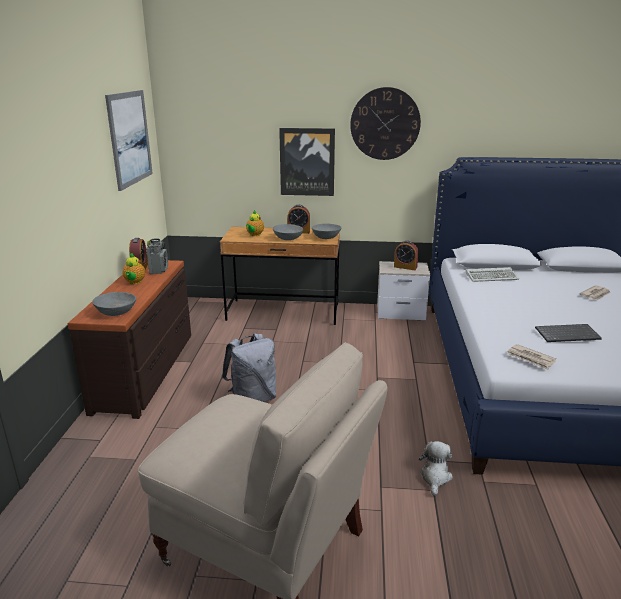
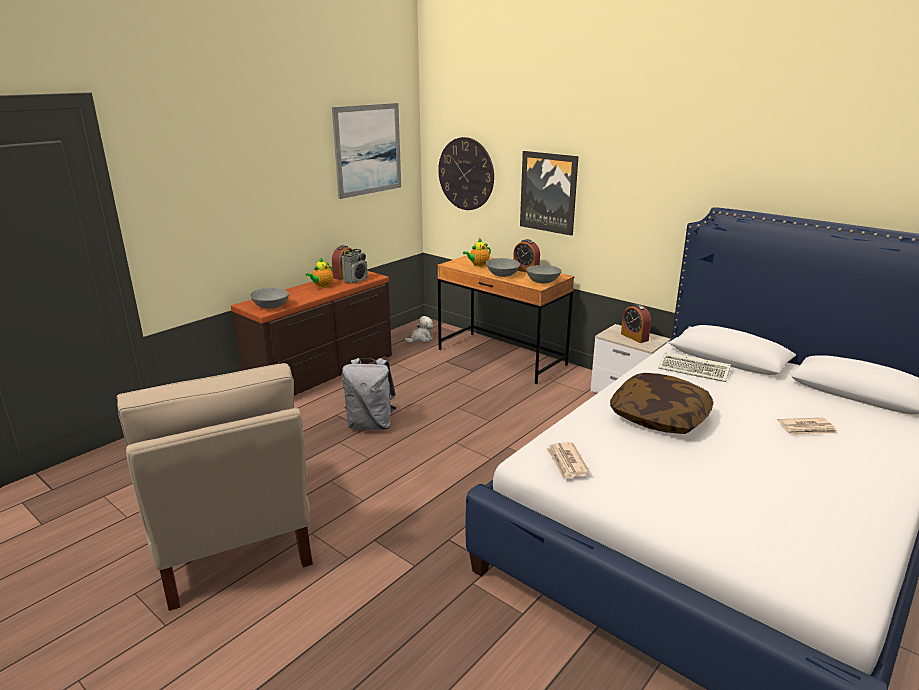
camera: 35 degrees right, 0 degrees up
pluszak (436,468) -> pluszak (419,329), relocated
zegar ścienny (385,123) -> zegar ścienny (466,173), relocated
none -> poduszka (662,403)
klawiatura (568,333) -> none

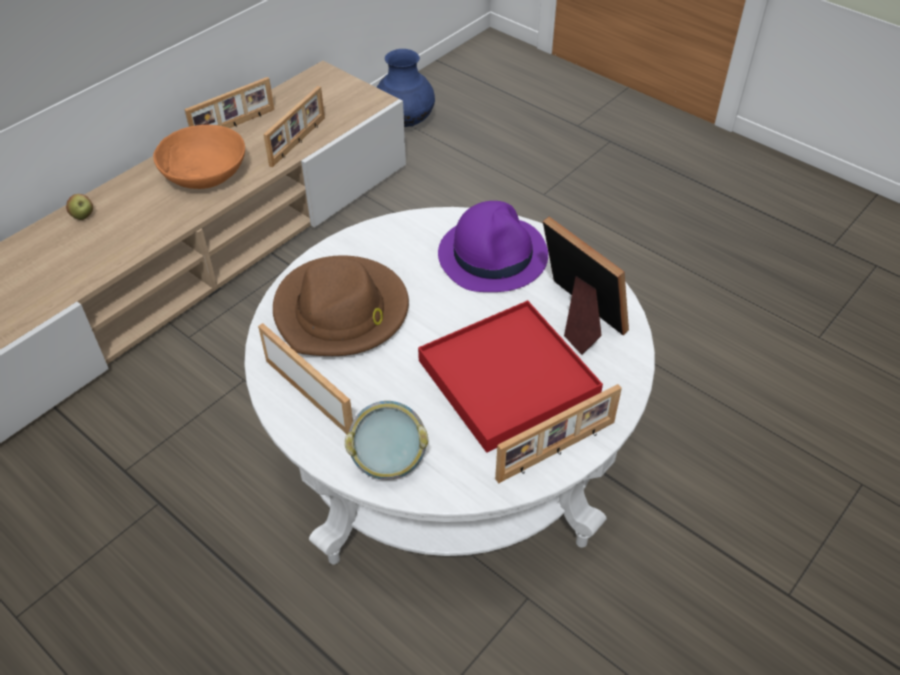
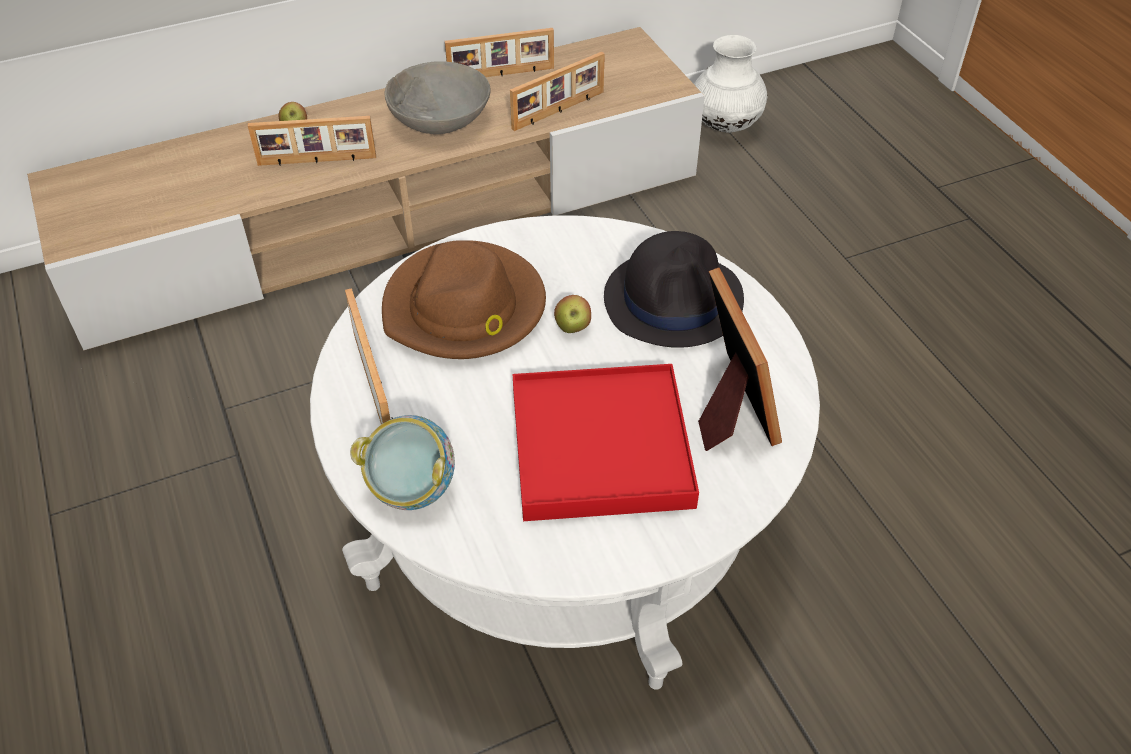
camera: 25 degrees right, 0 degrees up
ramka na zdjęcie (558,433) -> ramka na zdjęcie (312,141), relocated
miska [pomarańczowy] (199,157) -> miska [szary] (438,97)
none -> jabłko (572,314)
kapelusz [fioletowy] (493,246) -> kapelusz [czarny] (674,289)
wazon [niebieski] (406,88) -> wazon [biały] (730,84)

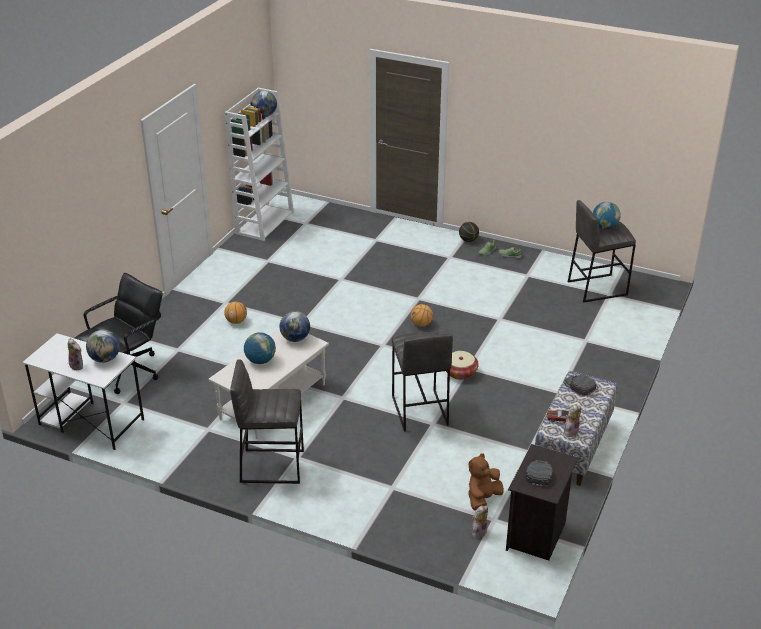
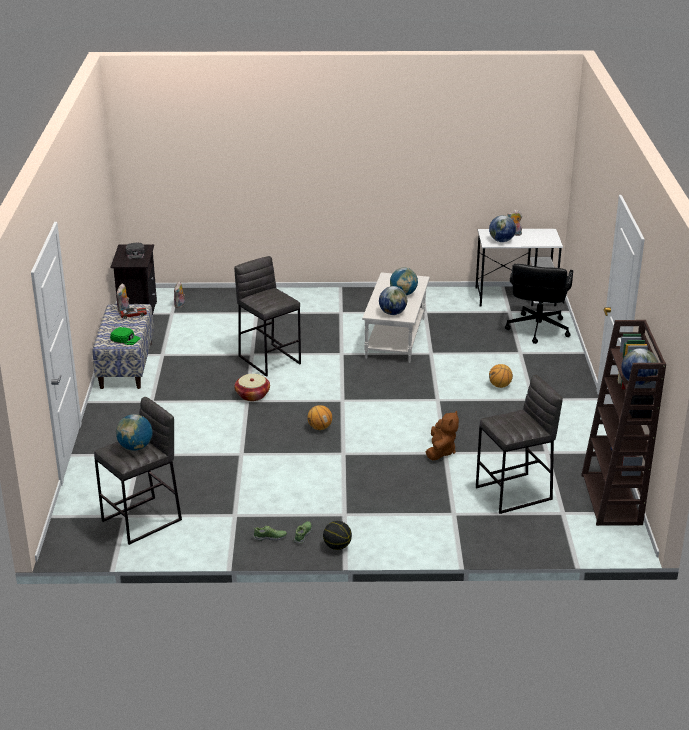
camera: 155 degrees right, 5 degrees down
czapka z daszkiem [czarny] (580,385) -> czapka z daszkiem [zielony] (125,336)
pluszak [brązowy] (486,482) -> pluszak [brązowy] (442,435), relocated
stołek [szary] (267,421) -> stołek [szary] (519,444), relocated
regał [biały] (259,164) -> regał [brązowy] (623,423)

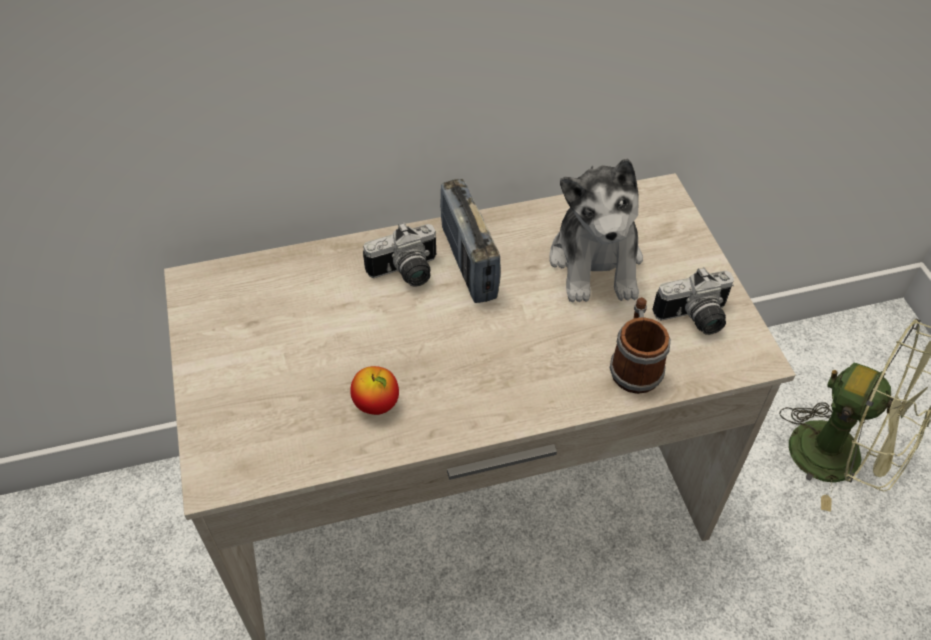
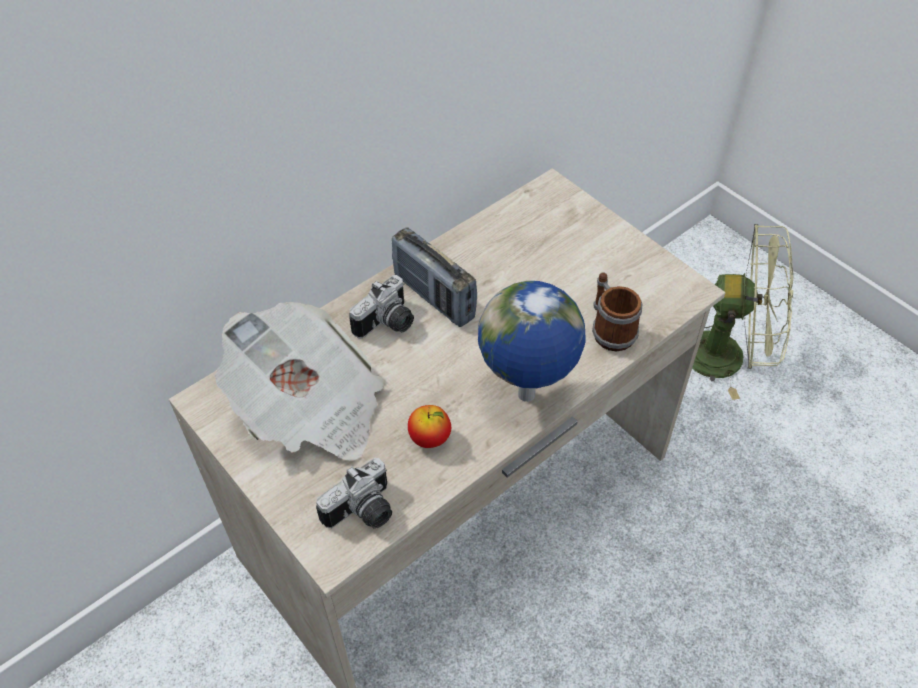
camera: 25 degrees left, 0 degrees up
none -> gazeta (299,381)
aparat fotograficzny (693,301) -> aparat fotograficzny (354,493), relocated
none -> globus (532,341)
pluszak (596,230) -> none

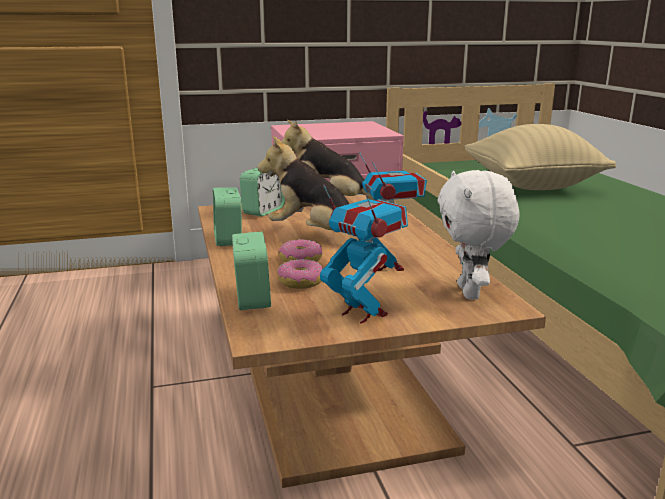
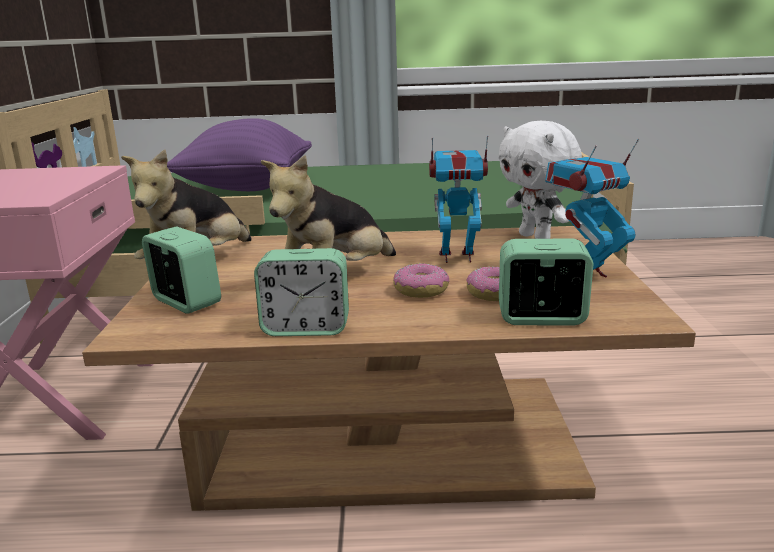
camera: 75 degrees left, 0 degrees up
poduszka [beżowy] (540,157) -> poduszka [fioletowy] (239,154)
pluszak [biały] (478,234) -> pluszak [biały] (540,180), 45 degrees clockwise

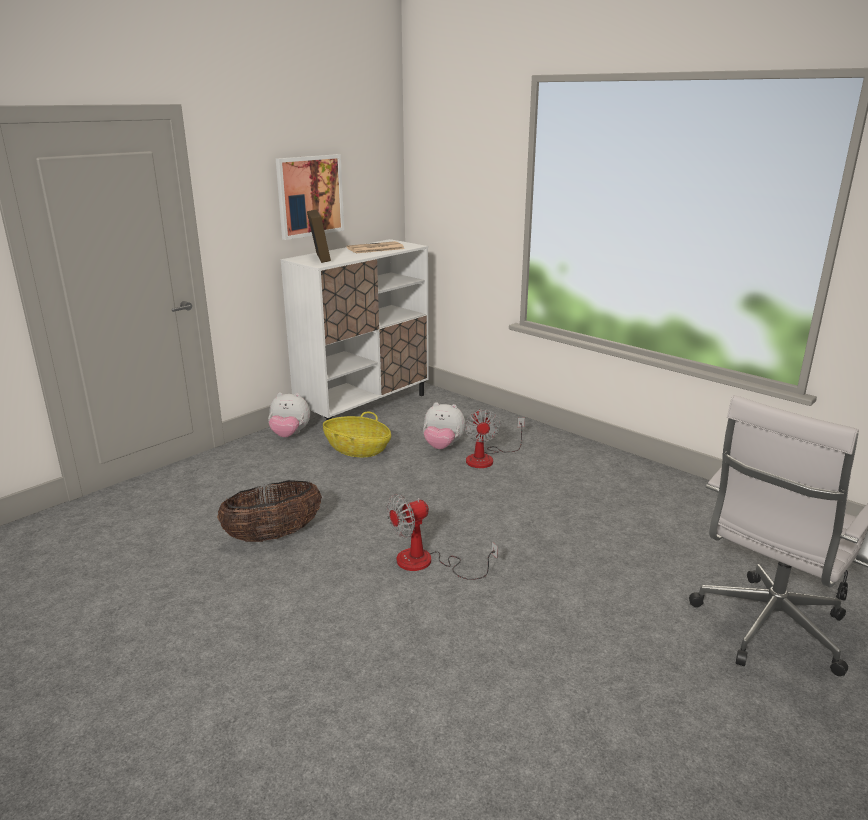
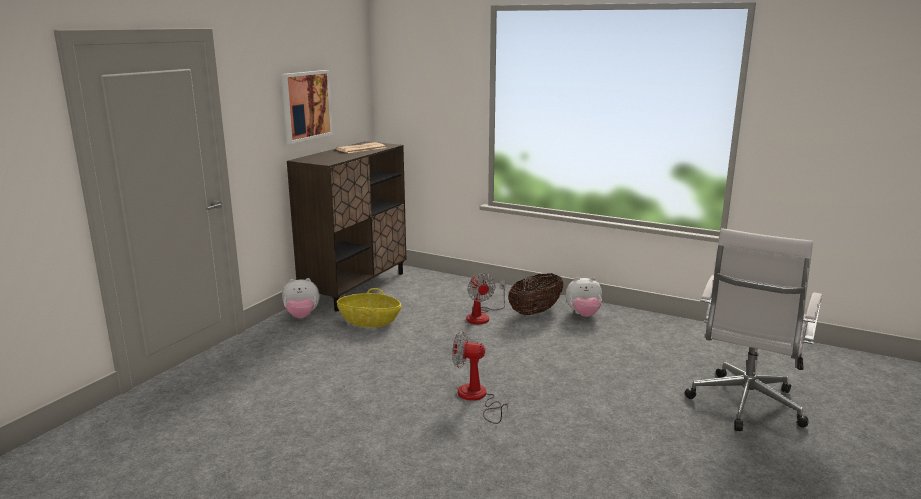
camera: 15 degrees left, 5 degrees down
szafka [biały] (355,329) -> szafka [brązowy] (346,226)
wentylator (442,537) -> wentylator (480,377), 60 degrees clockwise
koszyk (269,511) -> koszyk (536,294), relocated
pluszak (444,425) -> pluszak (584,297), relocated
ramka na zdjęcie (319,236) -> none

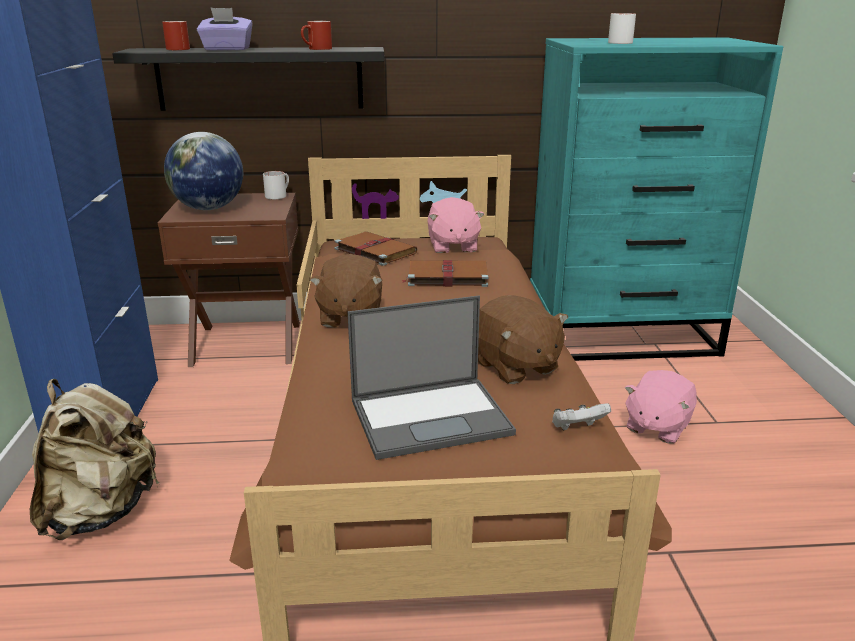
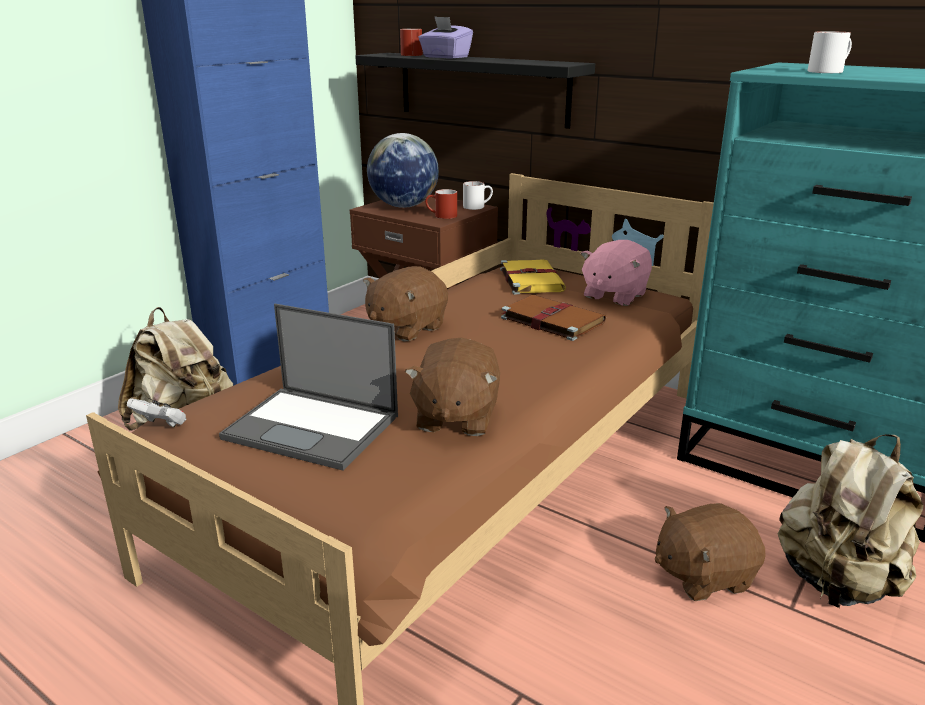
camera: 40 degrees right, 0 degrees up
pad do gier [biały] (581,416) -> pad do gier [biały] (156,412), relocated
kubek [czerwony] (316,35) -> kubek [czerwony] (441,204), relocated
książka [brązowy] (376,249) -> książka [żółty] (533,277)
pluszak [różowy] (660,407) -> pluszak [brązowy] (710,552)
none -> plecak [beżowy] (850,521)

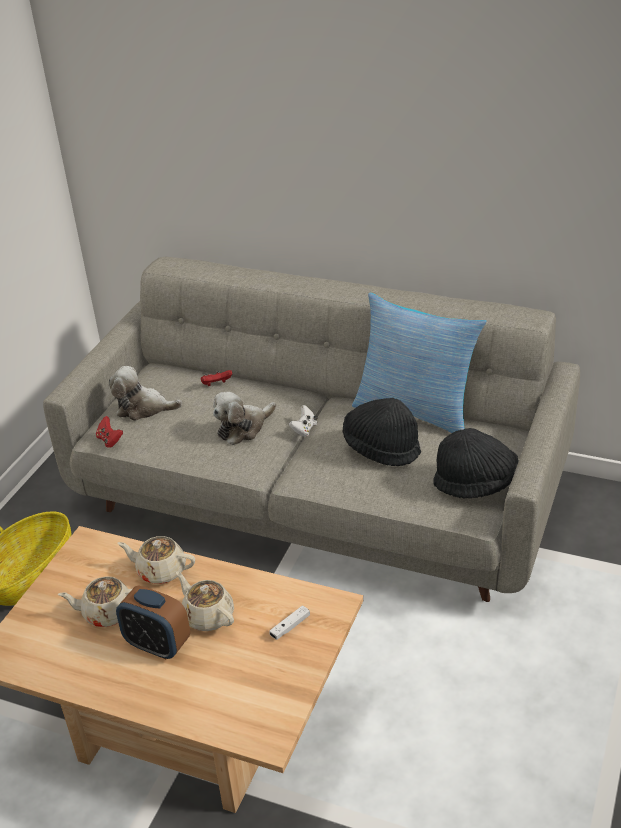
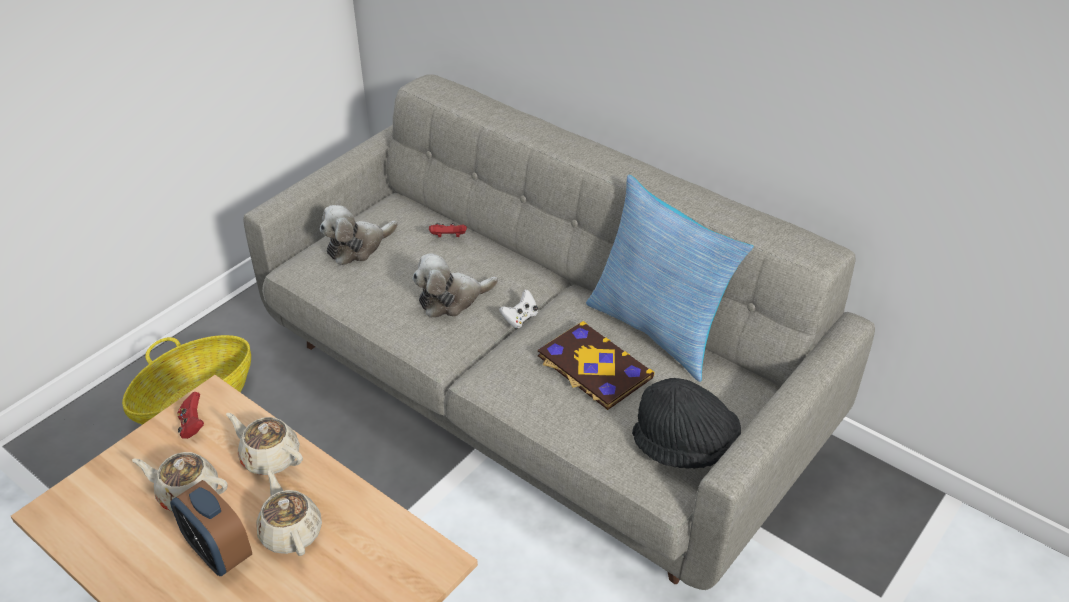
camera: 15 degrees right, 5 degrees up
pad do gier [czerwony] (109,432) -> pad do gier [czerwony] (190,415), relocated
pluszak (145,393) -> pluszak (359,235), 60 degrees counterclockwise
kapelusz [czarny] (382,432) -> książka (596,365)
pad do gier [biały] (289,622) -> none

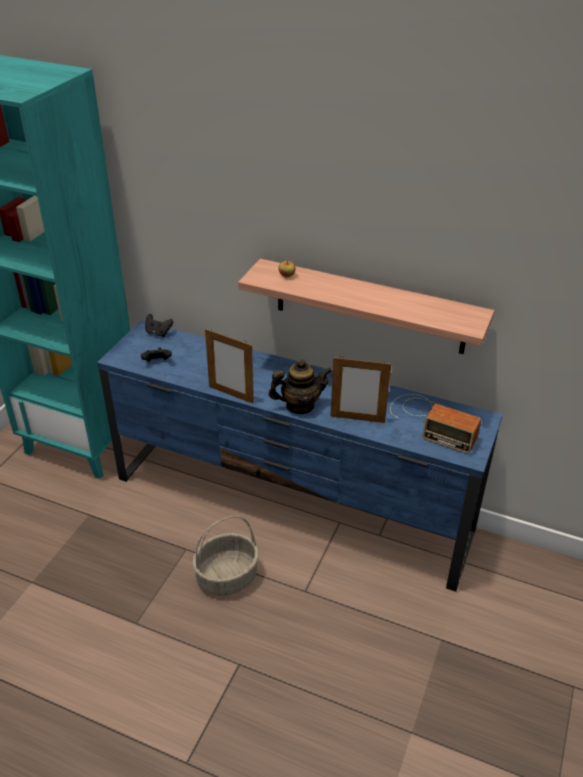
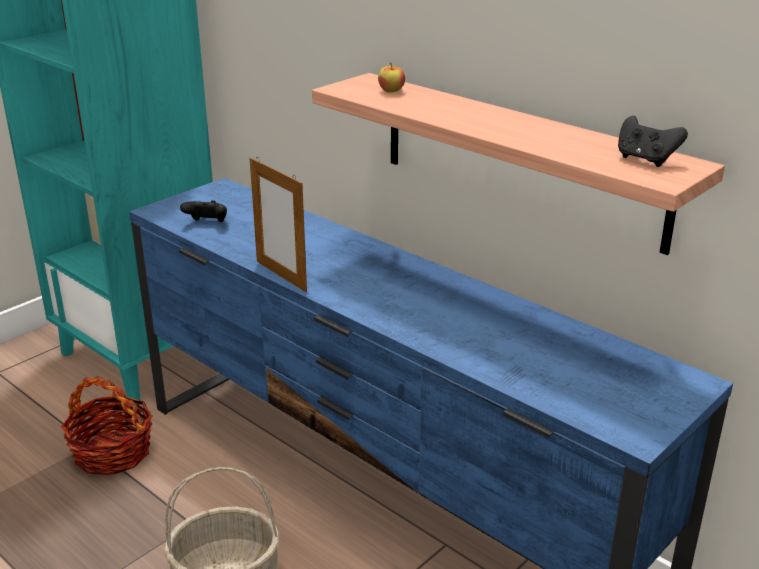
camera: 20 degrees right, 10 degrees down
none -> koszyk (107,426)
pad do gier [czarny] (159,325) -> pad do gier [czarny] (653,141), relocated
imbryk (300,386) -> none
ramka na zdjęcie (360,390) -> none
radio (435,424) -> none

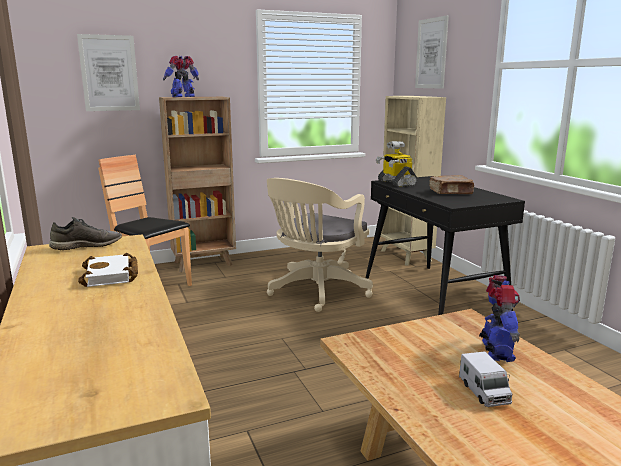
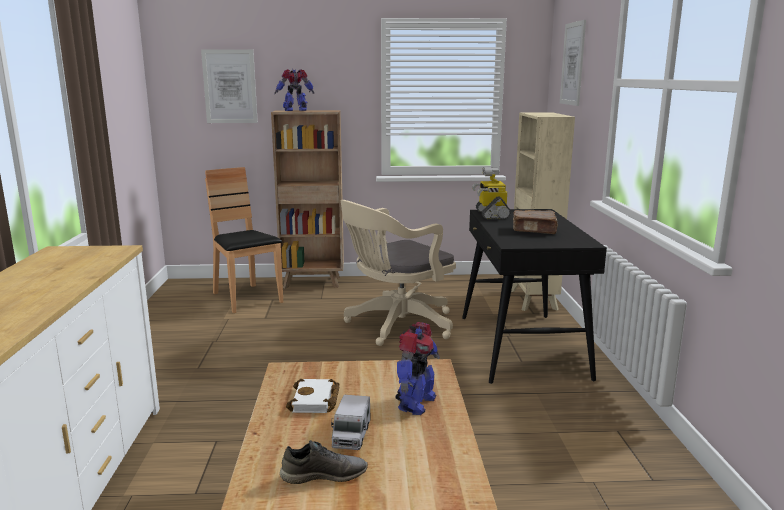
camera: 20 degrees right, 0 degrees up
but [szary] (85,233) -> but [szary] (324,462), relocated
książka [biały] (108,270) -> książka [biały] (312,396), relocated

